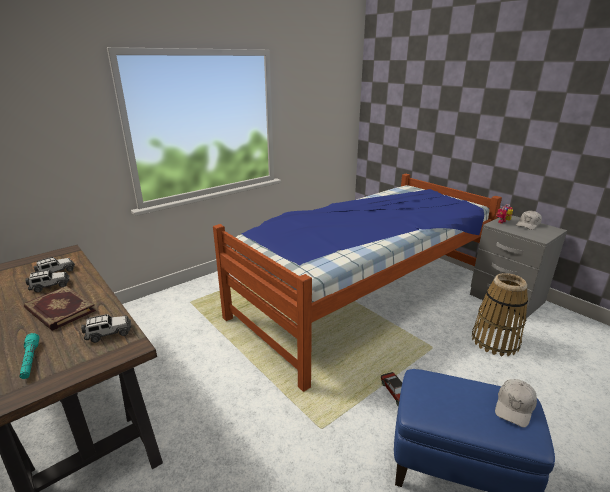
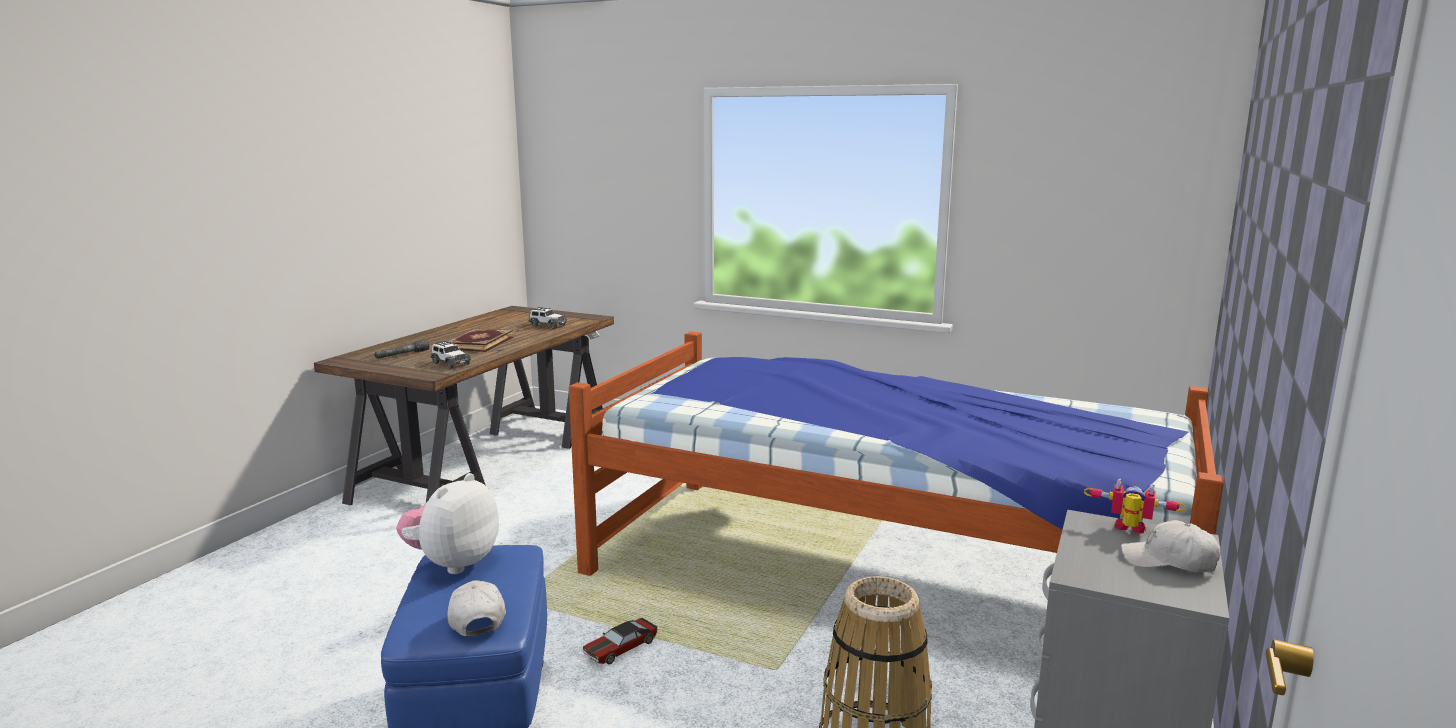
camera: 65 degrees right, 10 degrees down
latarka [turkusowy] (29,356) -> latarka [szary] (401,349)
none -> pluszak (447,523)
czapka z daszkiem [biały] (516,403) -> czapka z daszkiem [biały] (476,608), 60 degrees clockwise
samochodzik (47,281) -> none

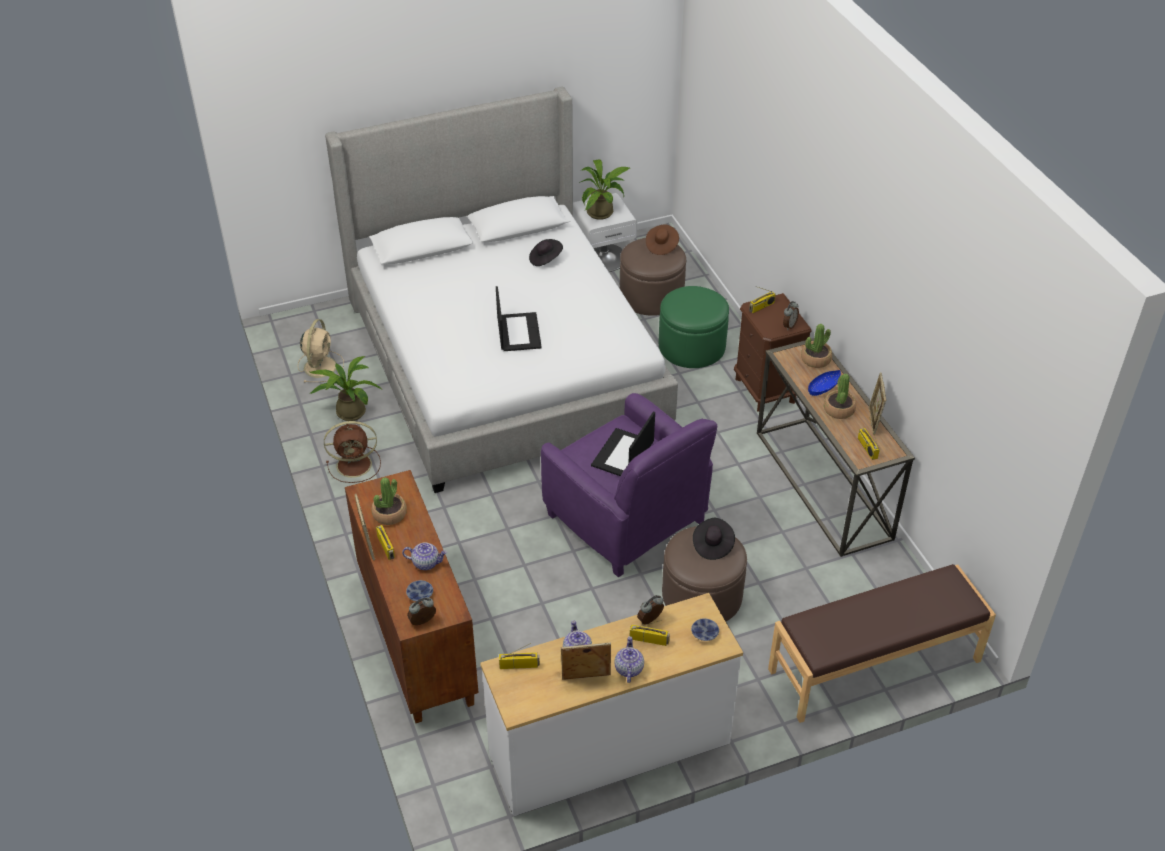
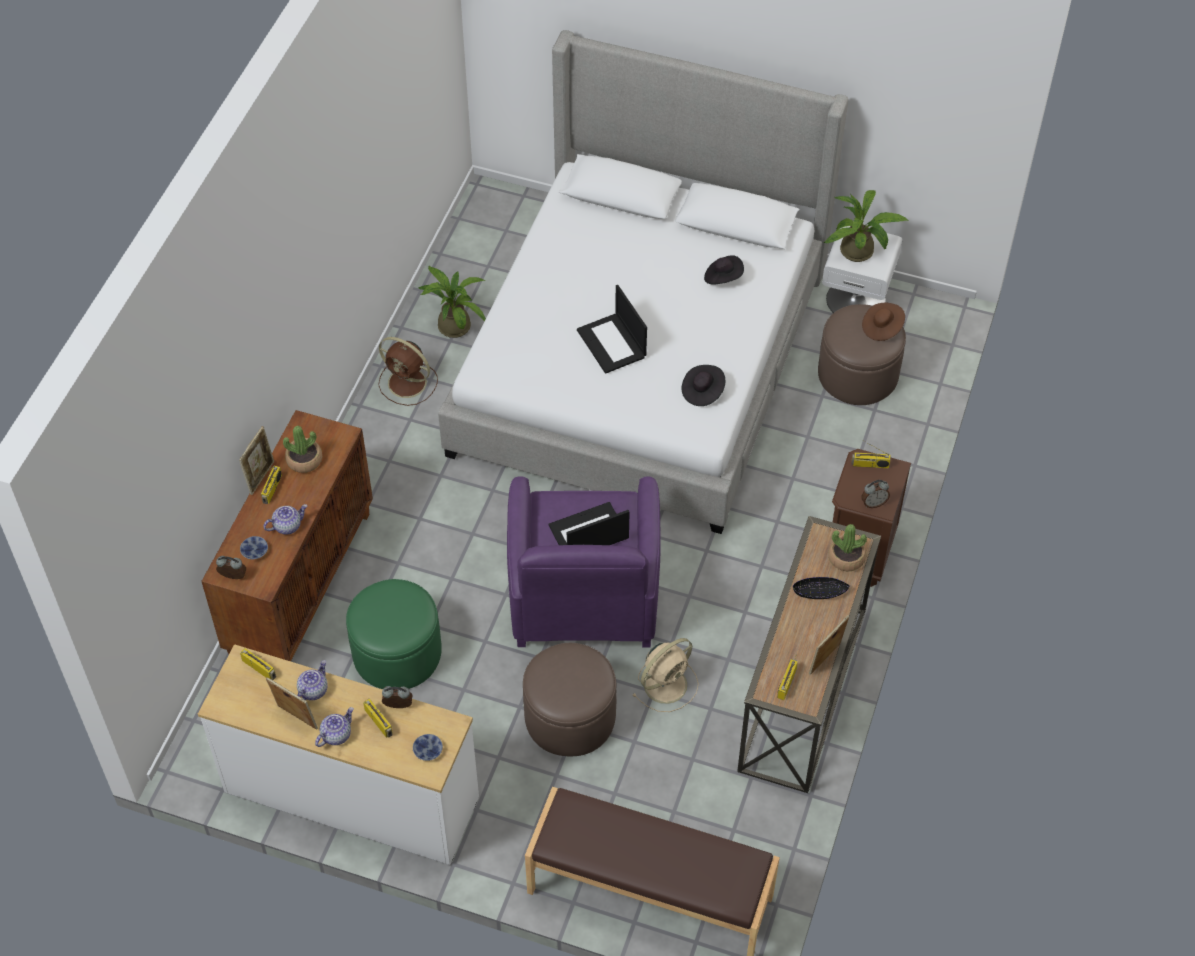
camera: 40 degrees right, 10 degrees up
imbryk (424,556) -> imbryk (285,519), 75 degrees counterclockwise
pufa [zielony] (694,327) -> pufa [zielony] (394,634), relocated
laptop (519,318) -> laptop (612,329), 120 degrees clockwise
wentylator [beżowy] (321,351) -> wentylator [beżowy] (665,675), relocated
kapelusz [czarny] (714,539) -> kapelusz [czarny] (703,385), relocated
miska [niebieski] (824,383) -> miska [czarny] (821,588)
roślina doniczkowa (840,396) -> none

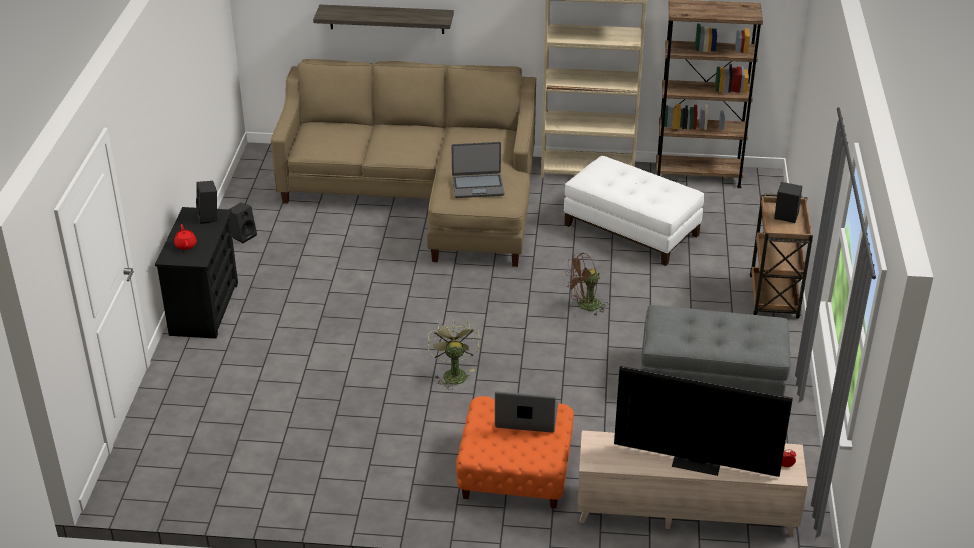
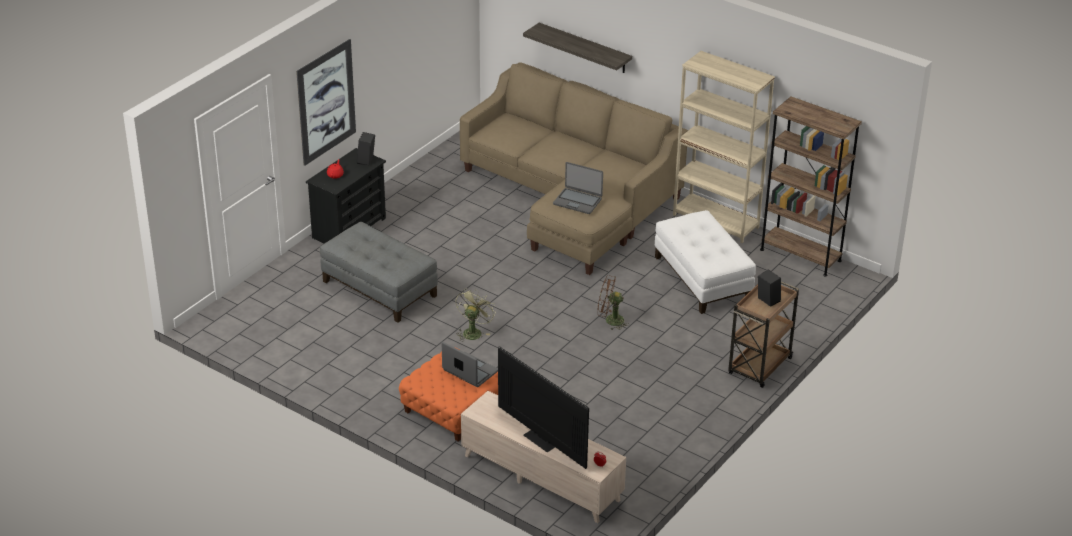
camera: 30 degrees right, 0 degrees up
none -> obraz (326,102)
pufa [szary] (715,350) -> pufa [szary] (379,272), relocated
głośnik [czarny] (243,222) -> none

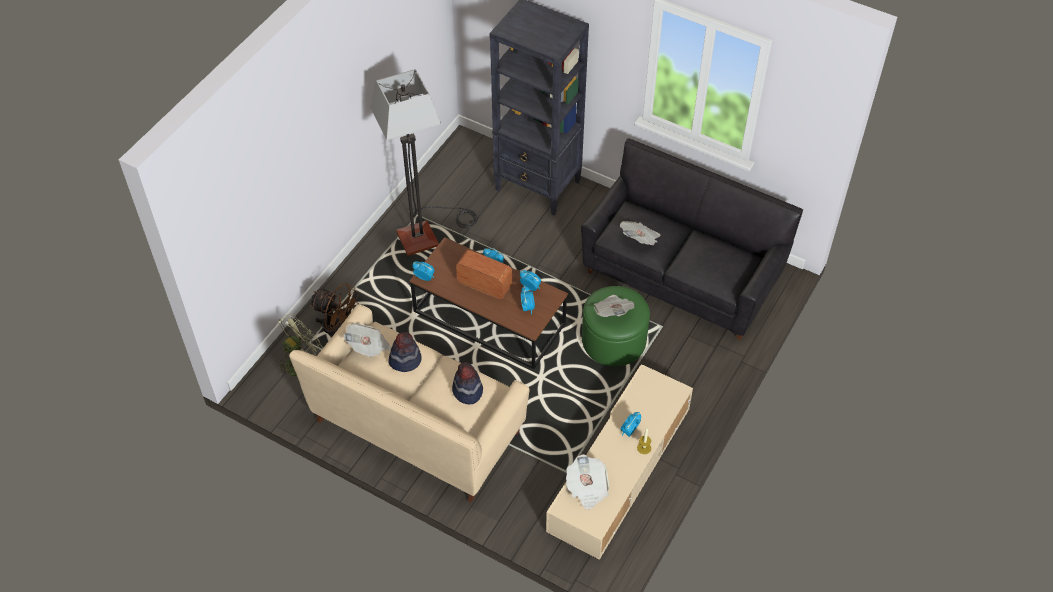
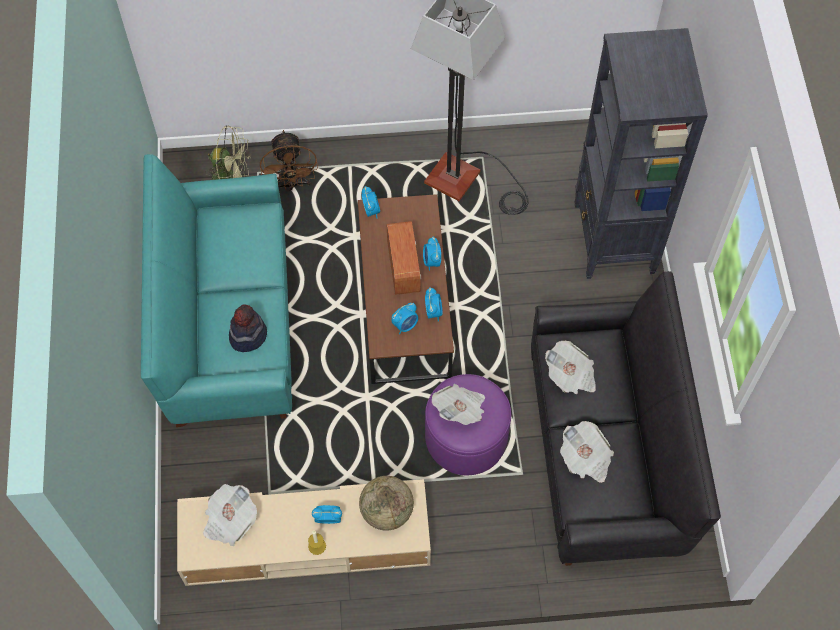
camera: 55 degrees right, 10 degrees up
kanapa [beżowy] (409,403) -> kanapa [turkusowy] (216,290)
none -> globus (386,503)
pufa [zielony] (616,326) -> pufa [fioletowy] (468,424)
gazeta (367,340) -> gazeta (587,452), relocated
kapelusz (405,352) -> none

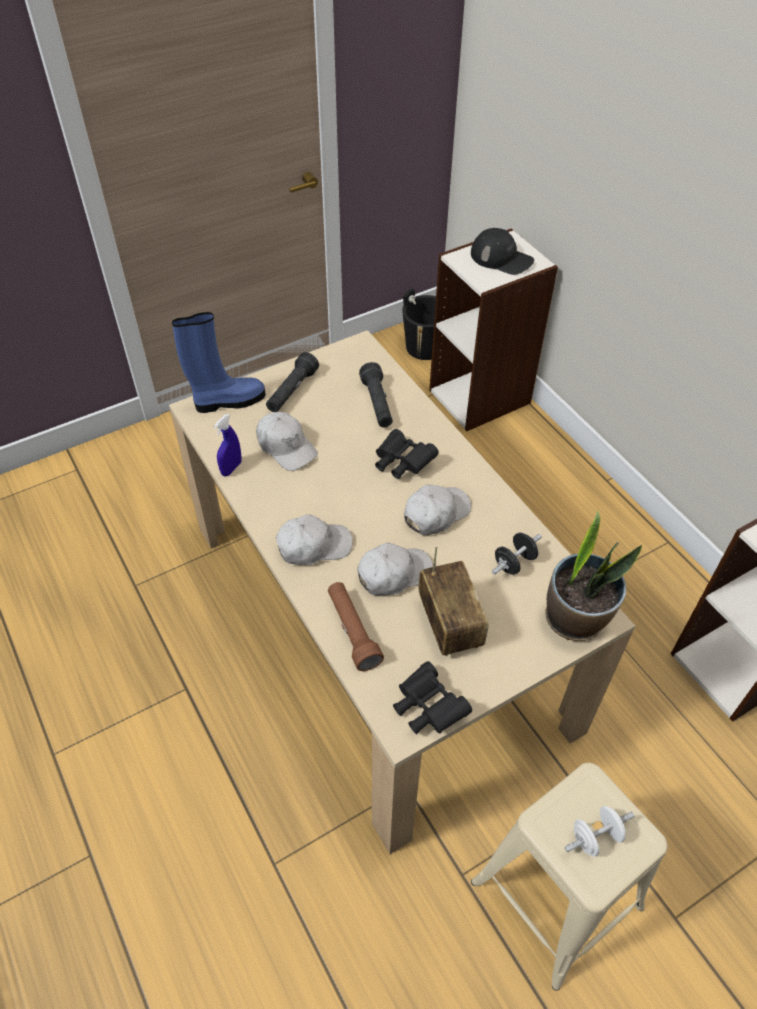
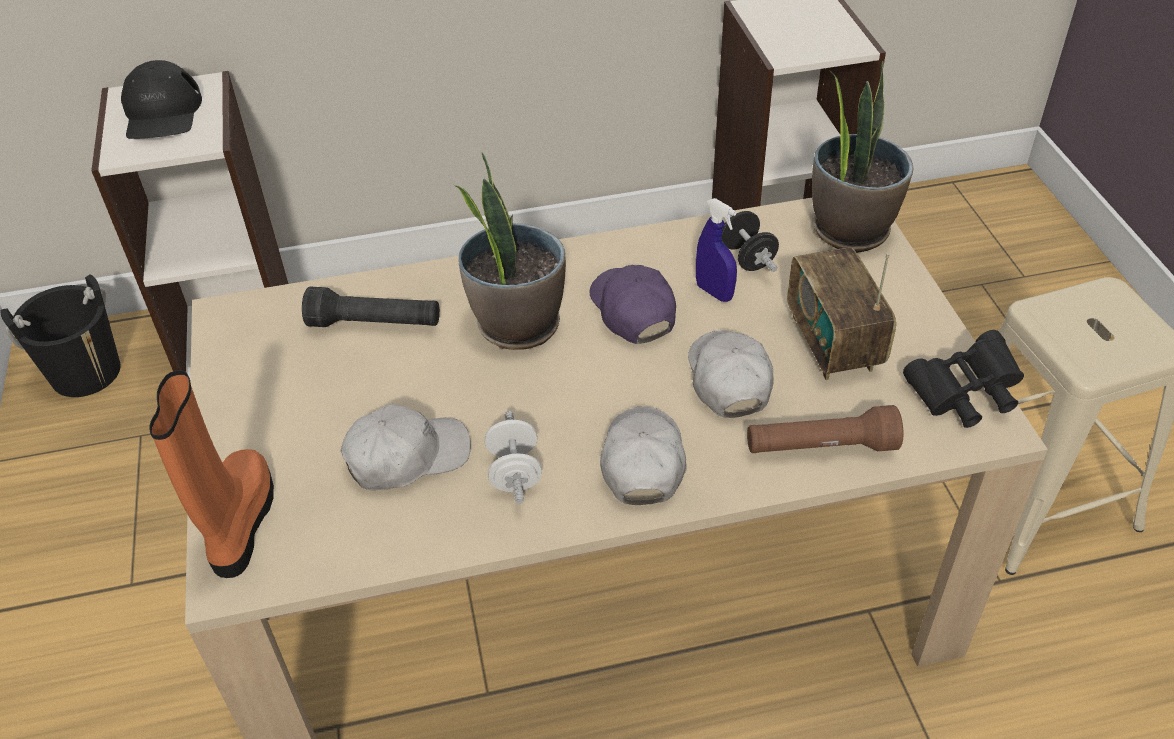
camera: 70 degrees left, 5 degrees down
czapka z daszkiem [czarny] (502,251) -> czapka z daszkiem [czarny] (161,99), 120 degrees clockwise
but z cholewką [niebieski] (219,362) -> but z cholewką [pomarańczowy] (211,474)
lornetka [czarny] (407,454) -> roślina doniczkowa (510,251)
hantel [biały] (599,831) -> hantel [biały] (513,457), relocated
czapka z daszkiem [biały] (437,509) -> czapka z daszkiem [fioletowy] (633,304)
spryskiwacz [niebieski] (228,445) -> spryskiwacz [niebieski] (716,250), relocated
radio (453,601) -> radio (841,313), 105 degrees counterclockwise
latarka [czarny] (292,382) -> none

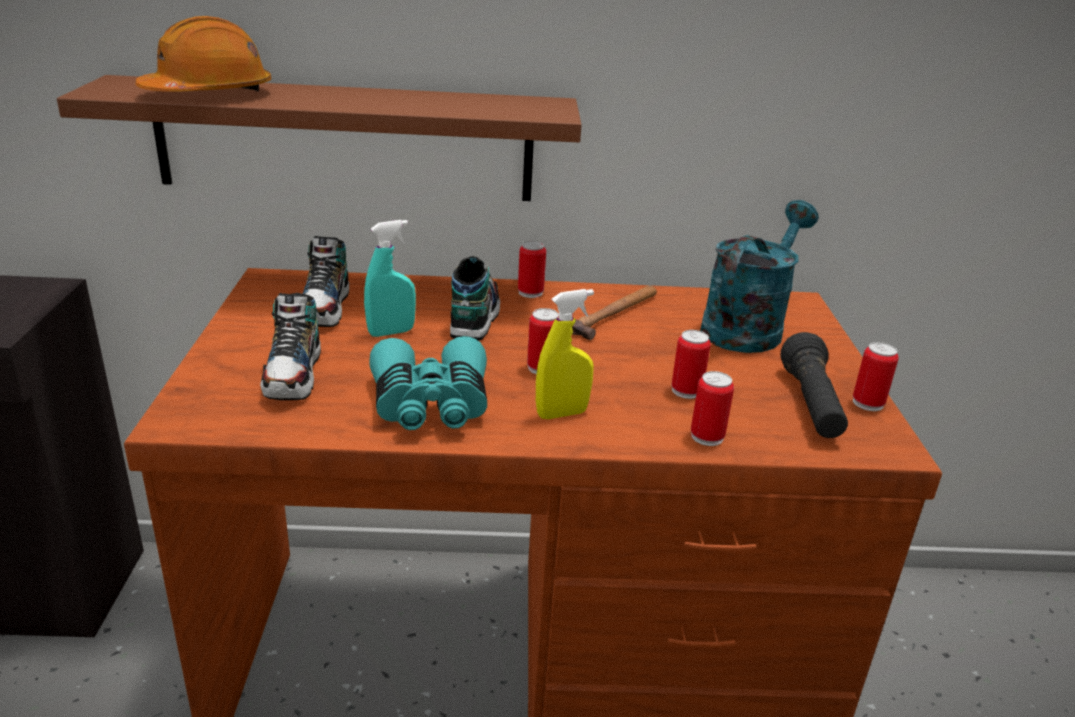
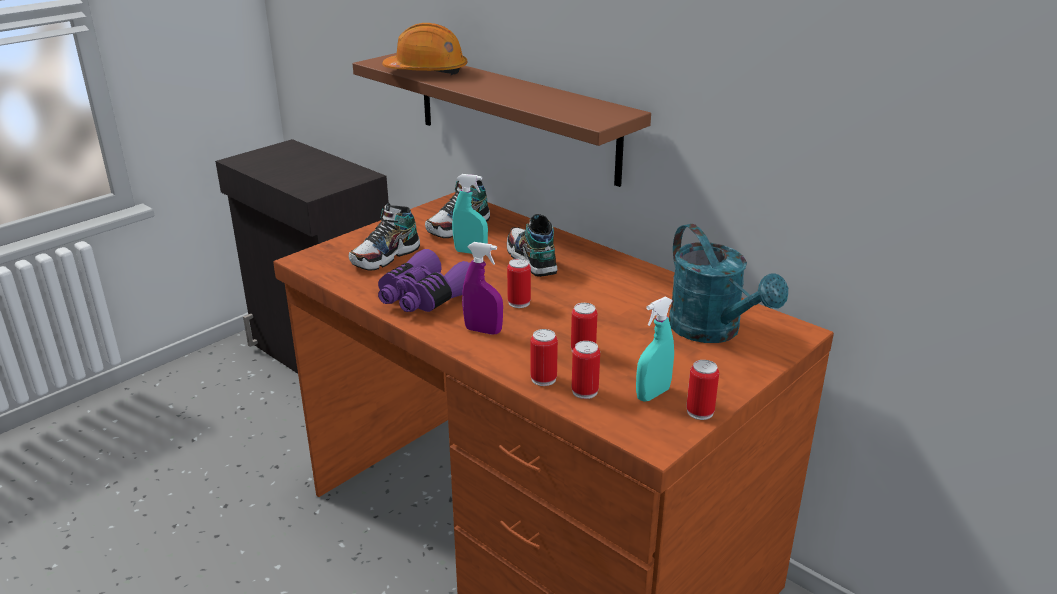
camera: 45 degrees right, 0 degrees up
lornetka [turkusowy] (428,383) -> lornetka [fioletowy] (424,280)
spryskiwacz [żółty] (565,354) -> spryskiwacz [fioletowy] (482,288)
but (475,298) -> but (532,245), 75 degrees counterclockwise
puszka (532,269) -> puszka (586,370), relocated
latarka [czarny] (814,385) -> spryskiwacz [turkusowy] (655,349)
konewka [turkusowy] (759,276) -> konewka [turkusowy] (728,283), 75 degrees clockwise
młotek (614,312) -> none

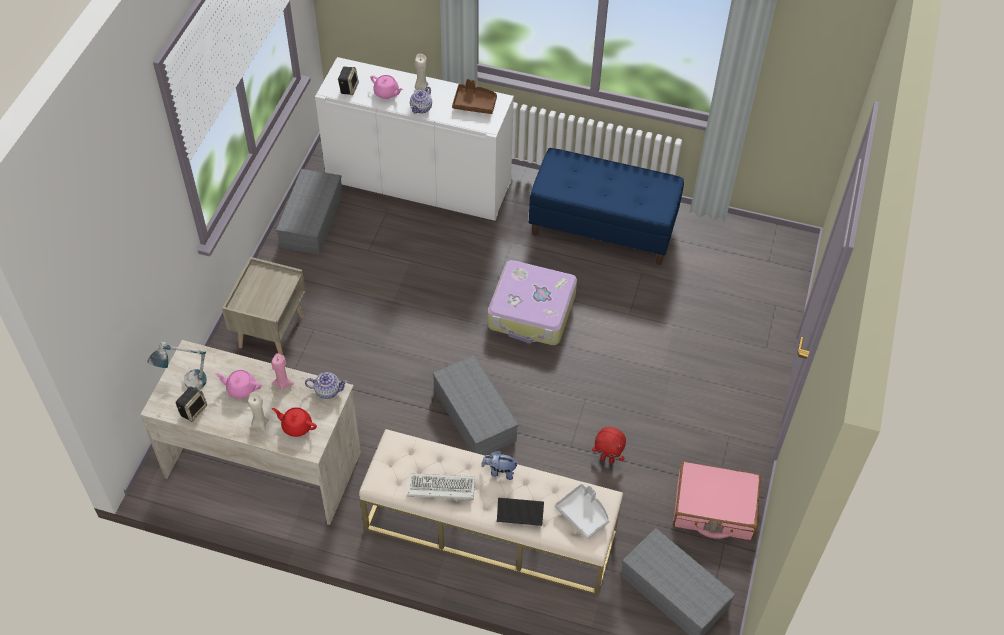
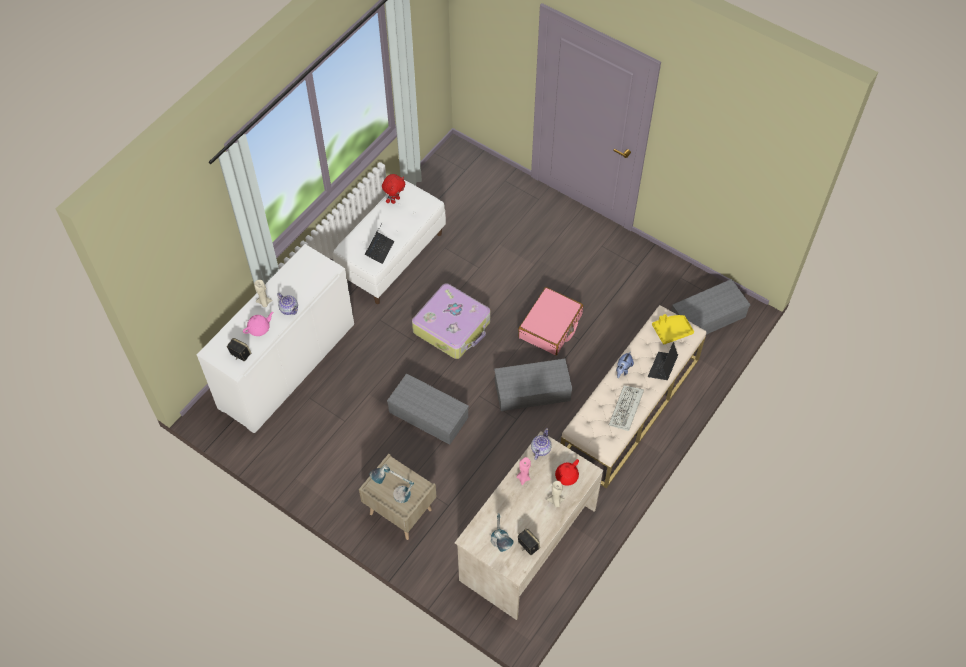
camera: 70 degrees left, 5 degrees up
ławka [niebieski] (606,206) -> ławka [biały] (389,242)
none -> laptop (379,243)
none -> lampa stołowa (392,483)
pluszak [czerwony] (609,445) -> pluszak [czerwony] (393,189), relocated
pojemnik do przechowywania [szary] (309,212) -> pojemnik do przechowywania [szary] (428,409), relocated
walizka [różowy] (717,500) -> walizka [różowy] (550,321), relocated
taca [szary] (582,511) -> taca [żółty] (673,329)
imbryk [różowy] (238,384) -> none
taca [brązowy] (474,96) -> none

